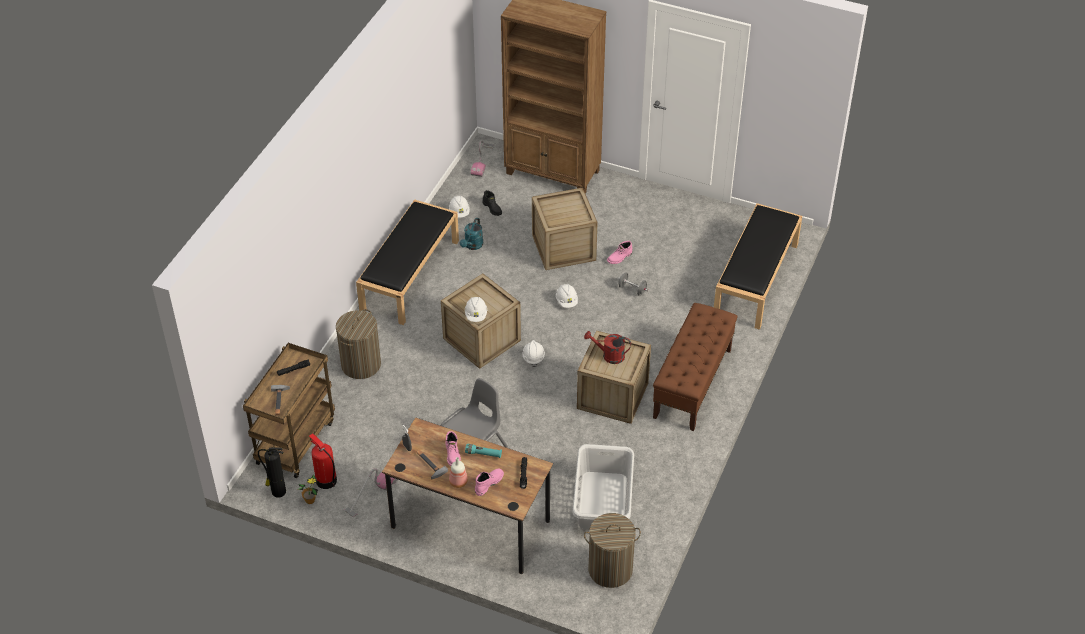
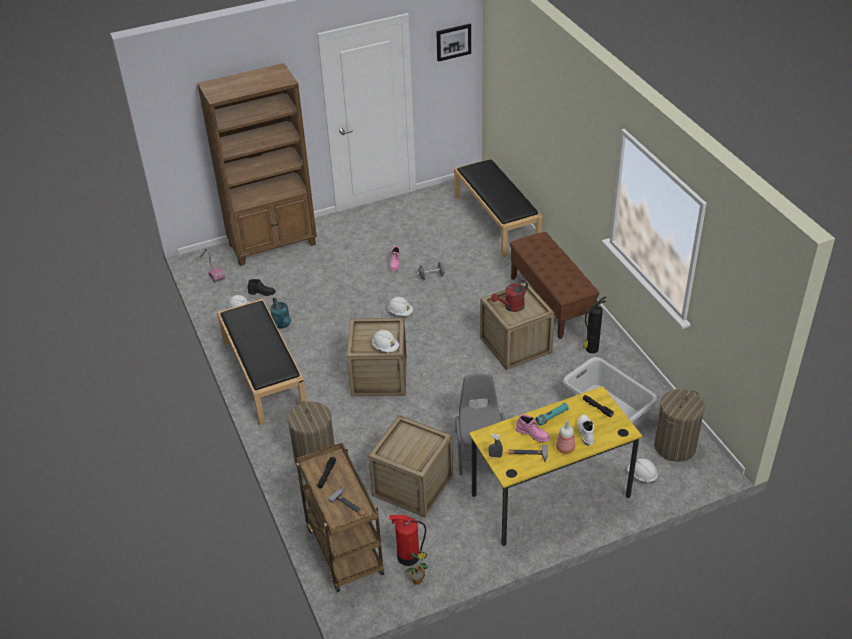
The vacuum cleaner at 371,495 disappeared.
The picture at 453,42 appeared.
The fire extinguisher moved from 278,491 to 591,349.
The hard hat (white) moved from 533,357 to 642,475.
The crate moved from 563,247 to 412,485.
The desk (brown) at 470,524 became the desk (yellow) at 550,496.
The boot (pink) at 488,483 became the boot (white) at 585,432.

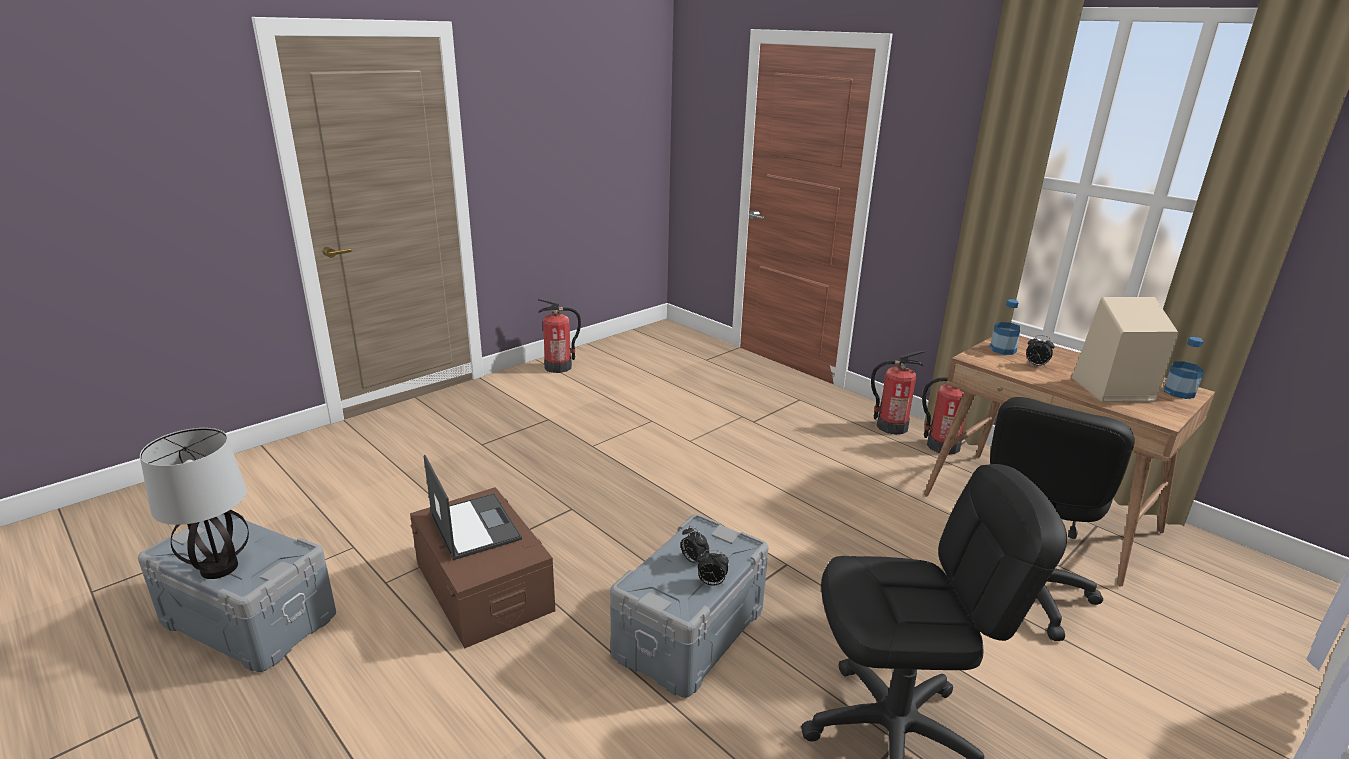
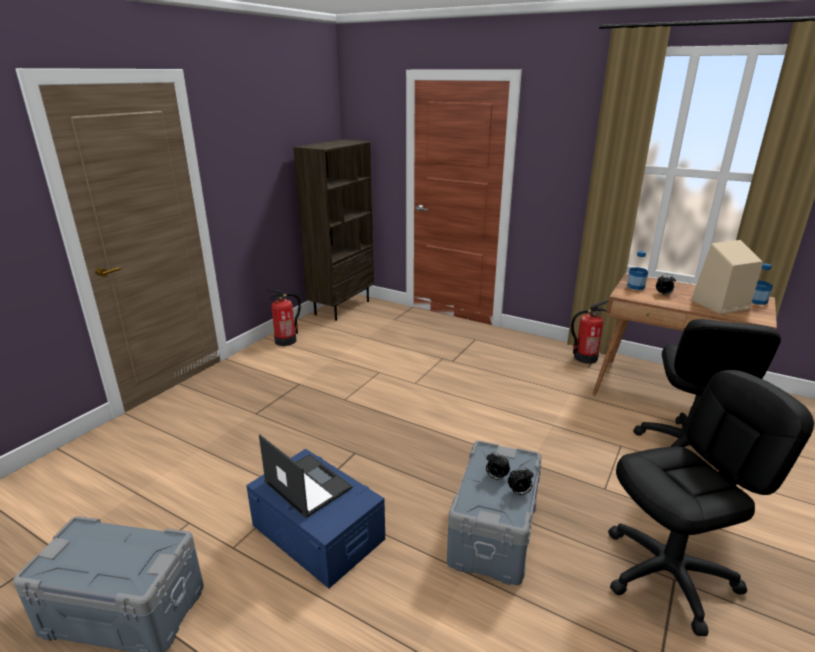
The table lamp at 220,567 disappeared.
The fire extinguisher at 891,426 disappeared.
The bookcase (brown) at 342,307 appeared.
The storage box (brown) at 483,586 became the storage box (blue) at 317,532.

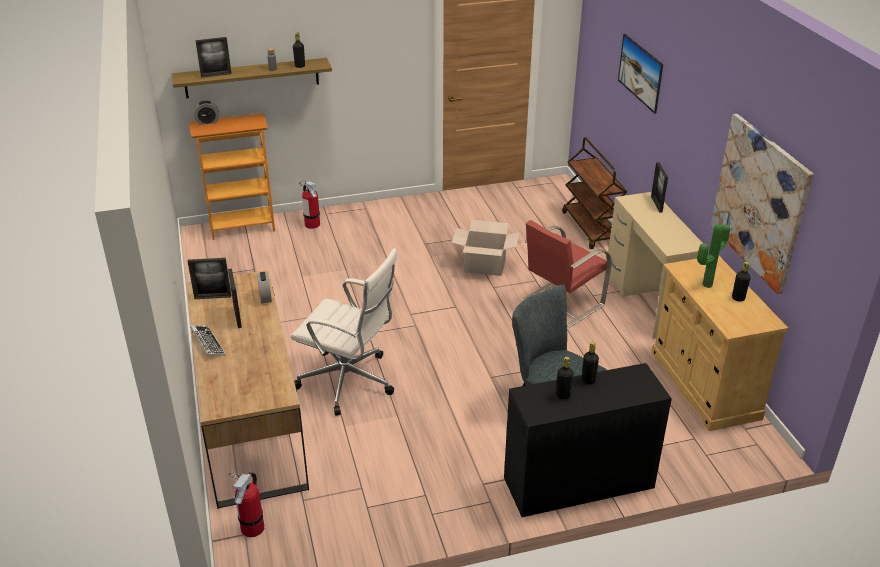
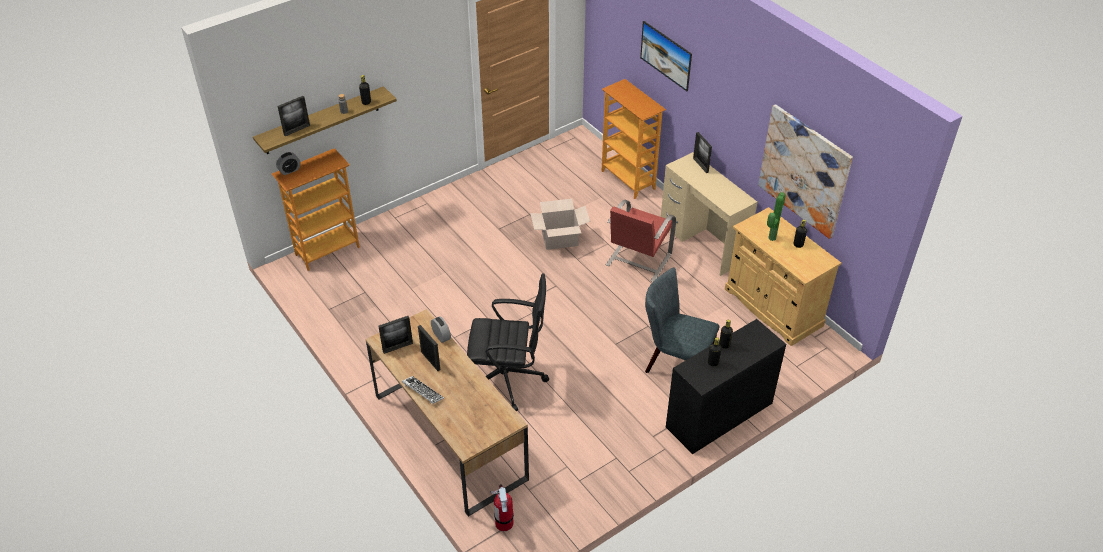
The fire extinguisher at 312,224 disappeared.
The cart (brown) at 591,229 was replaced by the bookcase at 628,179.
The office chair (white) at 349,382 became the office chair (black) at 508,379.

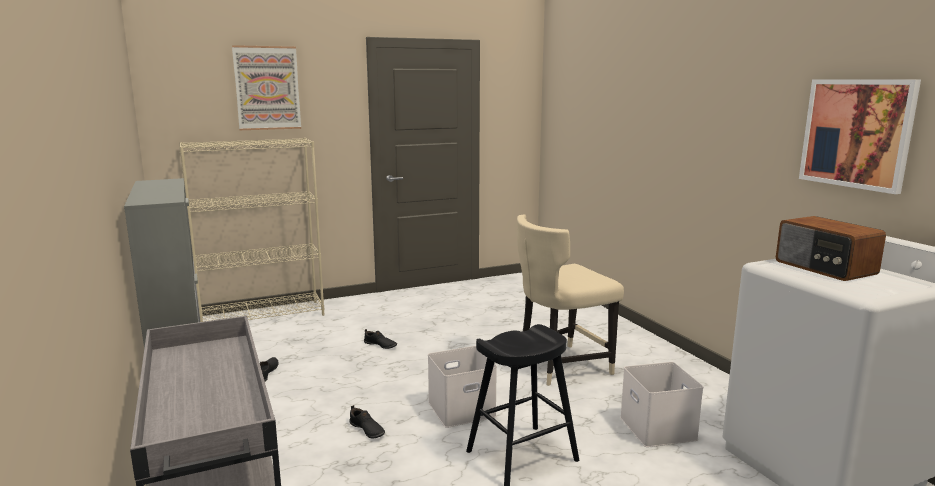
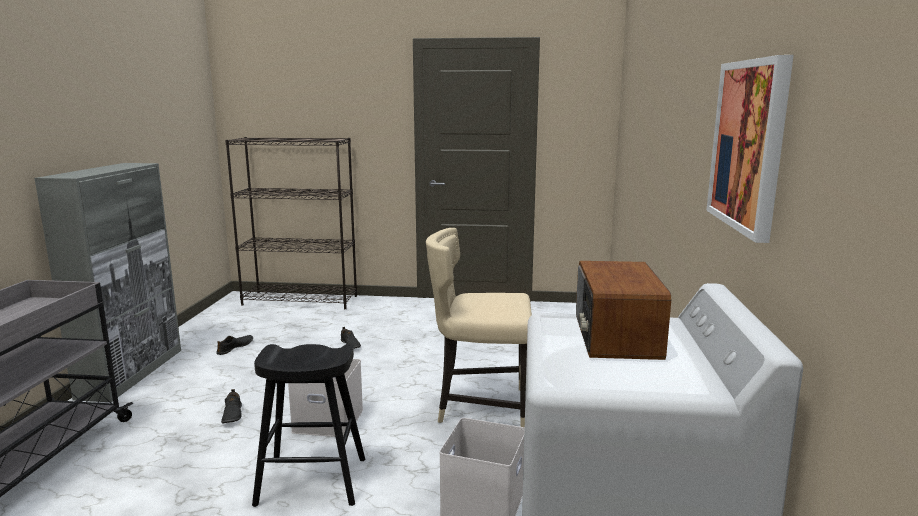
The picture at 267,88 disappeared.
The bookcase (beige) at 263,316 became the bookcase (black) at 301,300.

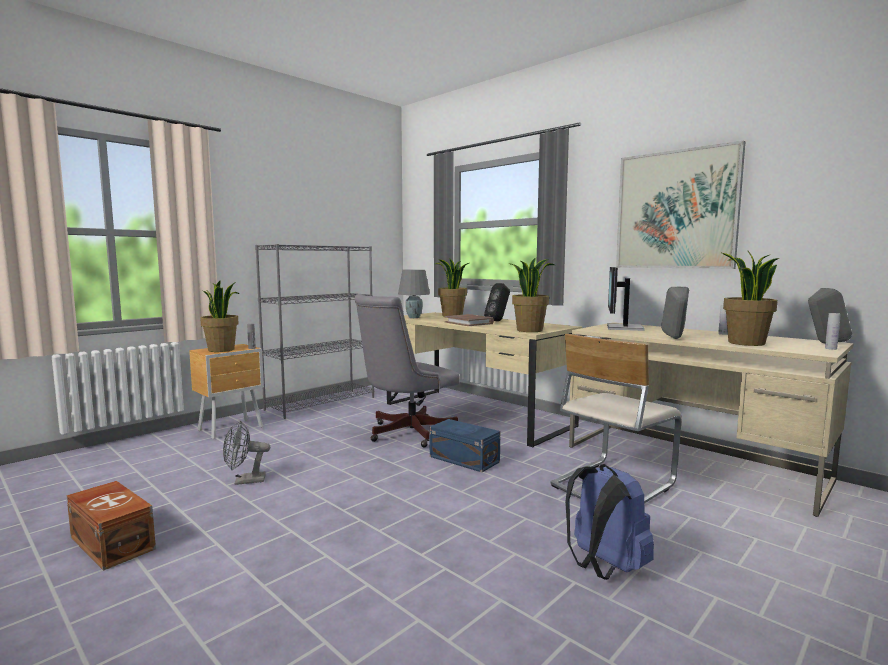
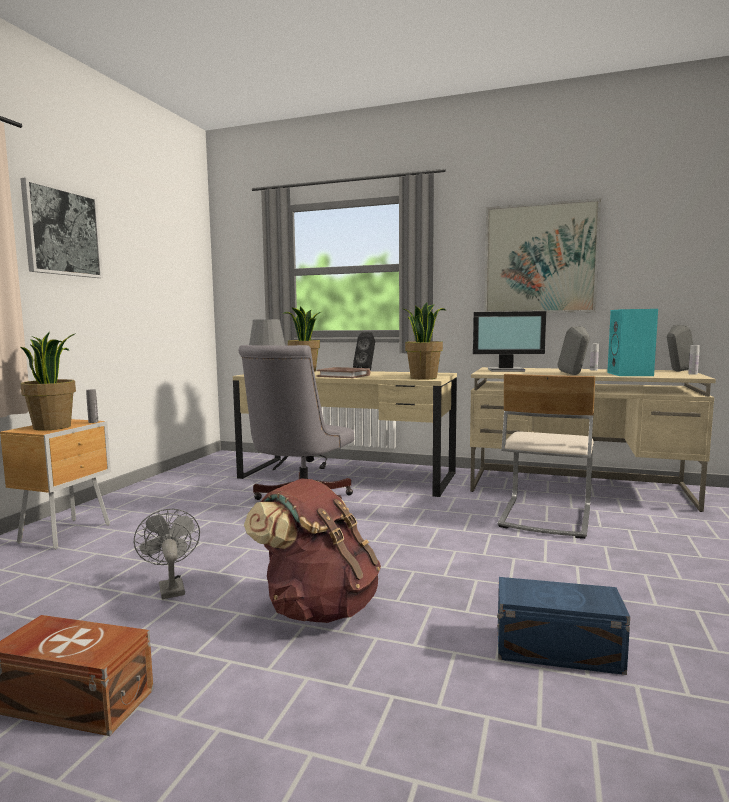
The bookcase (grey) at 321,403 disappeared.
The backpack (blue) at 604,567 disappeared.
The picture at 62,232 appeared.
The backpack (brown) at 318,608 appeared.
The storage box (blue) moved from 464,459 to 559,650.
The potted plant at 745,343 was replaced by the speaker (turquoise) at 631,374.
The fan (grey) at 244,481 turned 105 degrees clockwise.
The monitor at 623,328 turned 75 degrees counterclockwise.

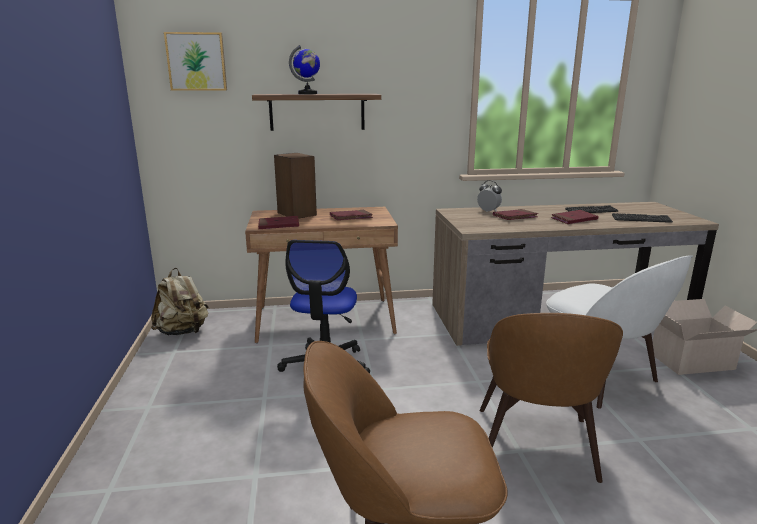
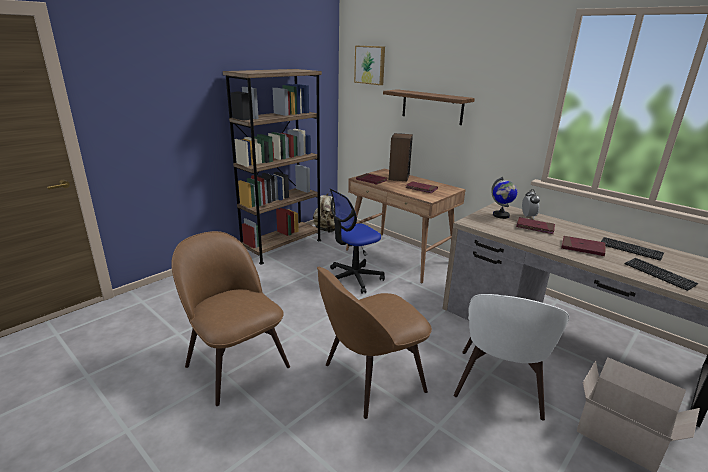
The bookcase (brown) at 282,246 appeared.
The globe moved from 307,94 to 501,215.

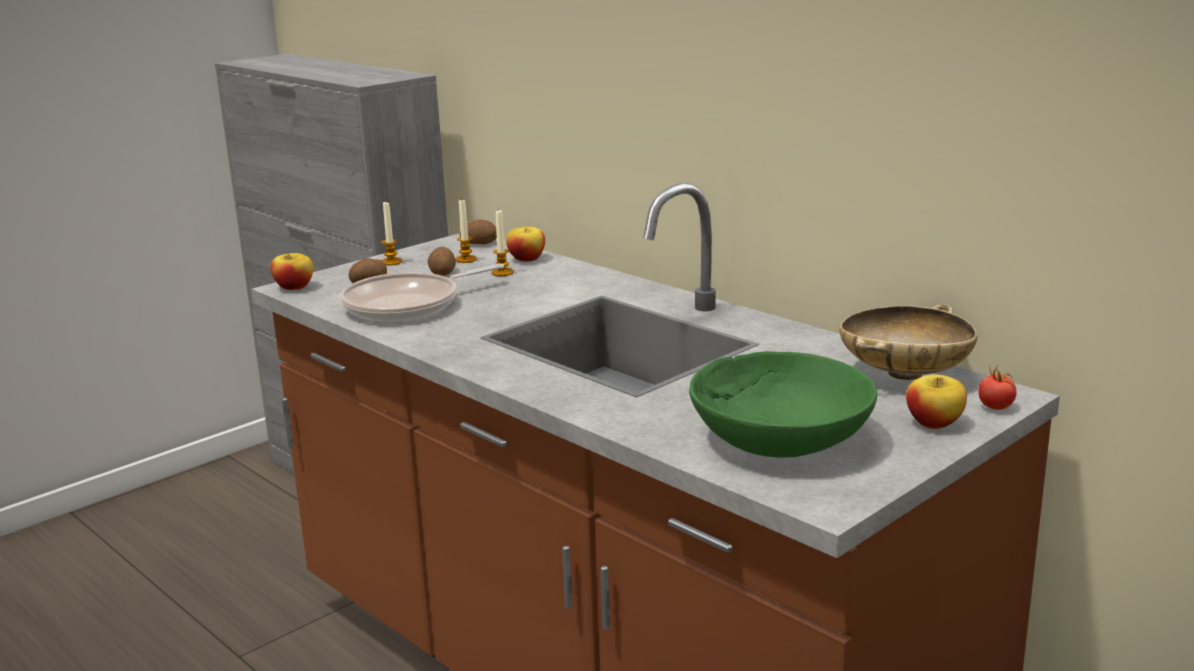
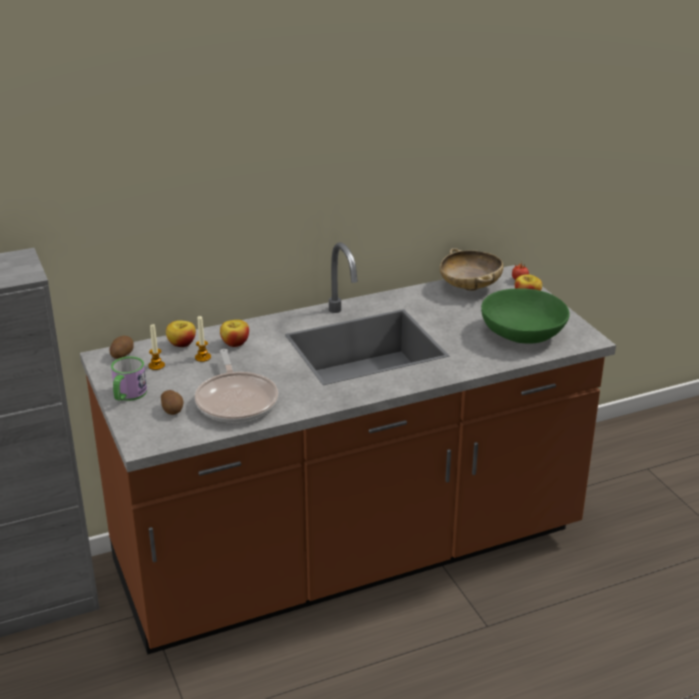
The potato at 442,273 disappeared.
The apple moved from 294,287 to 235,343.
The candle at 391,262 was replaced by the mug at 127,395.

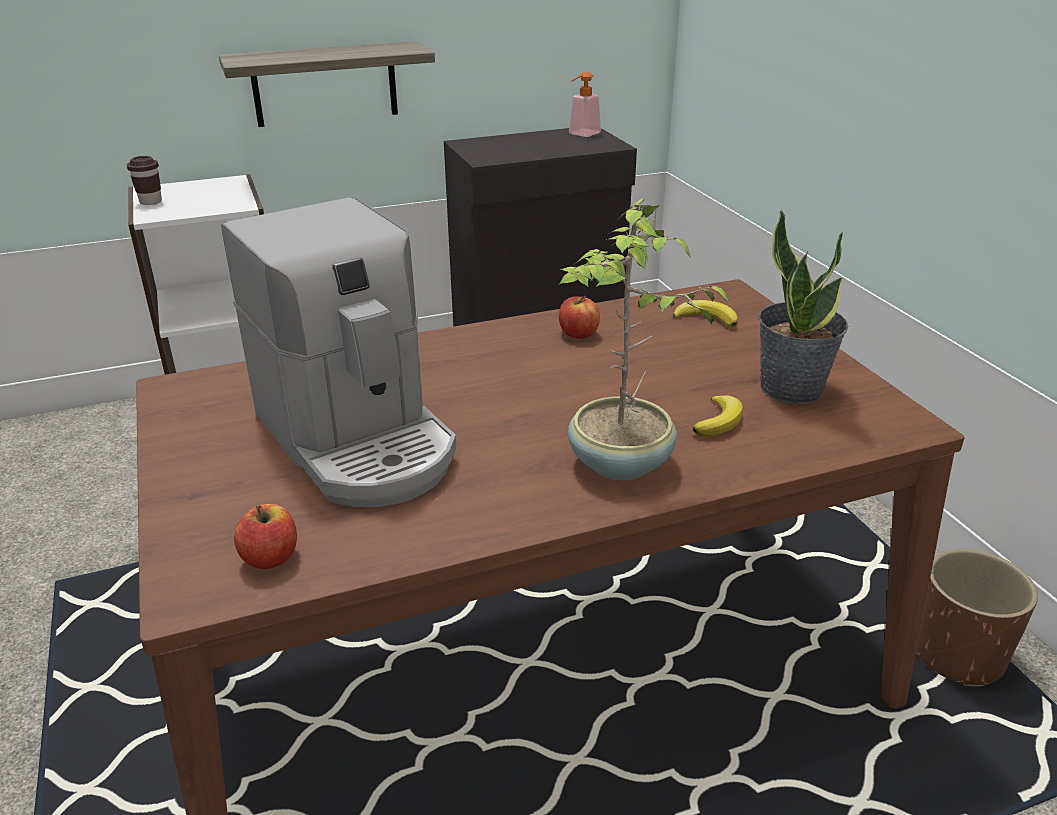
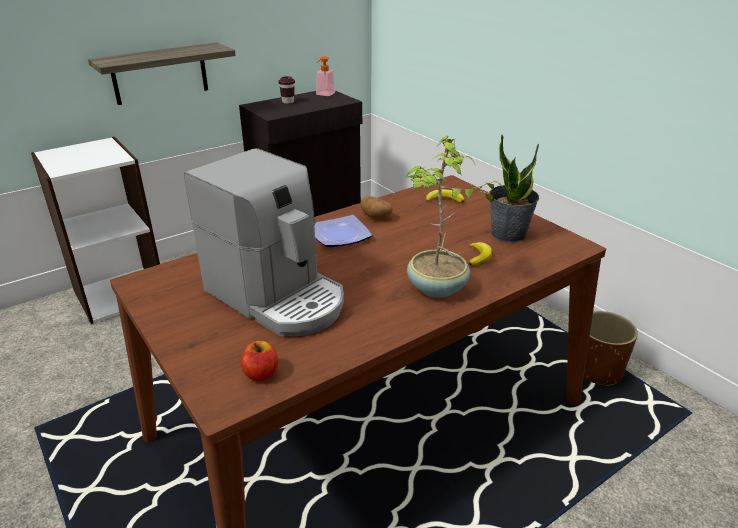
The plate at 340,234 appeared.
The cup (brown) moved from 151,201 to 288,102.
The apple at 578,334 was replaced by the potato at 376,217.

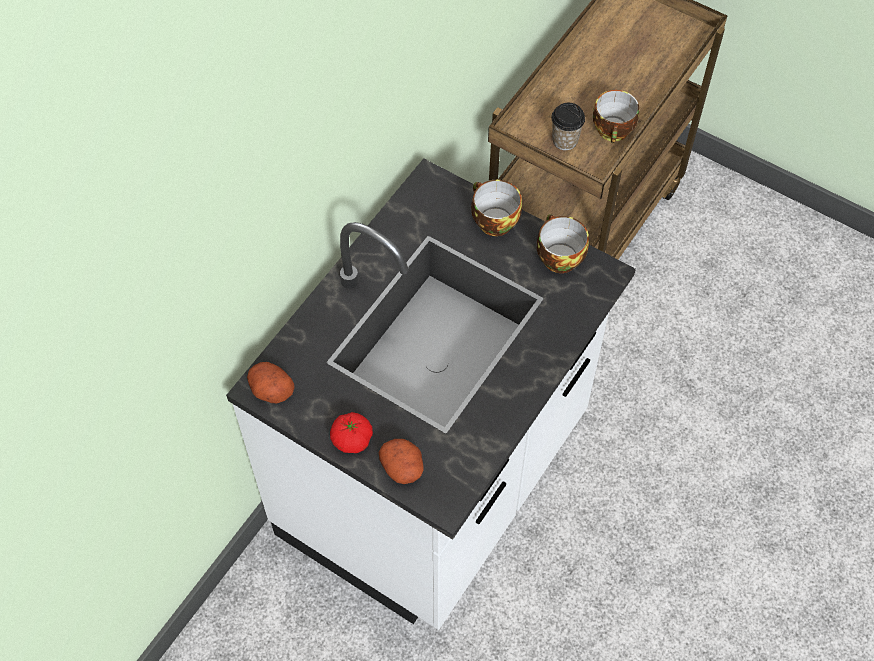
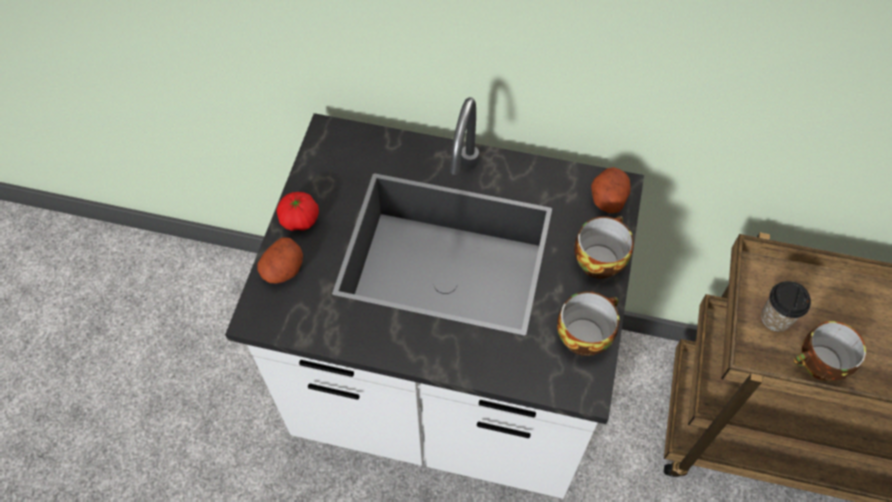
The potato moved from 270,389 to 608,197.

